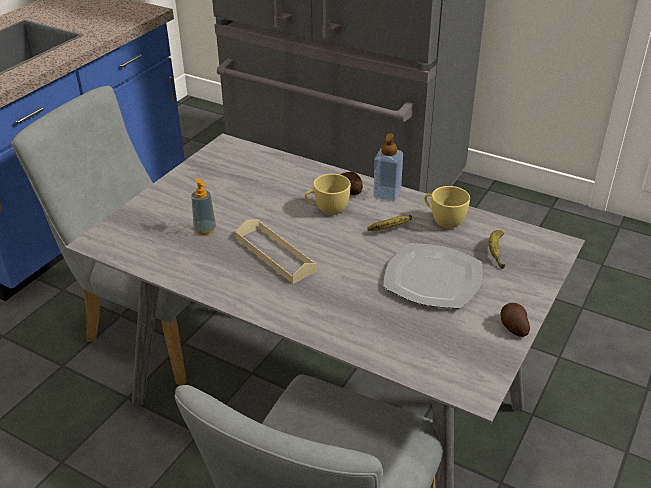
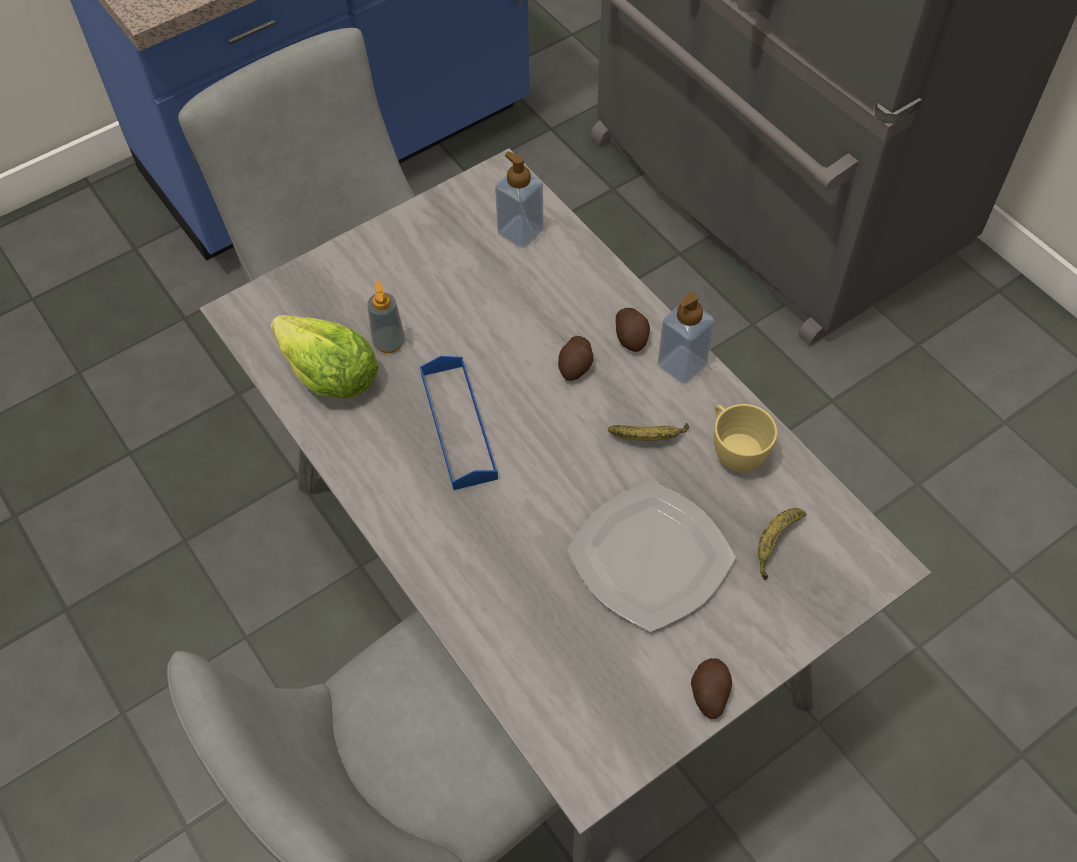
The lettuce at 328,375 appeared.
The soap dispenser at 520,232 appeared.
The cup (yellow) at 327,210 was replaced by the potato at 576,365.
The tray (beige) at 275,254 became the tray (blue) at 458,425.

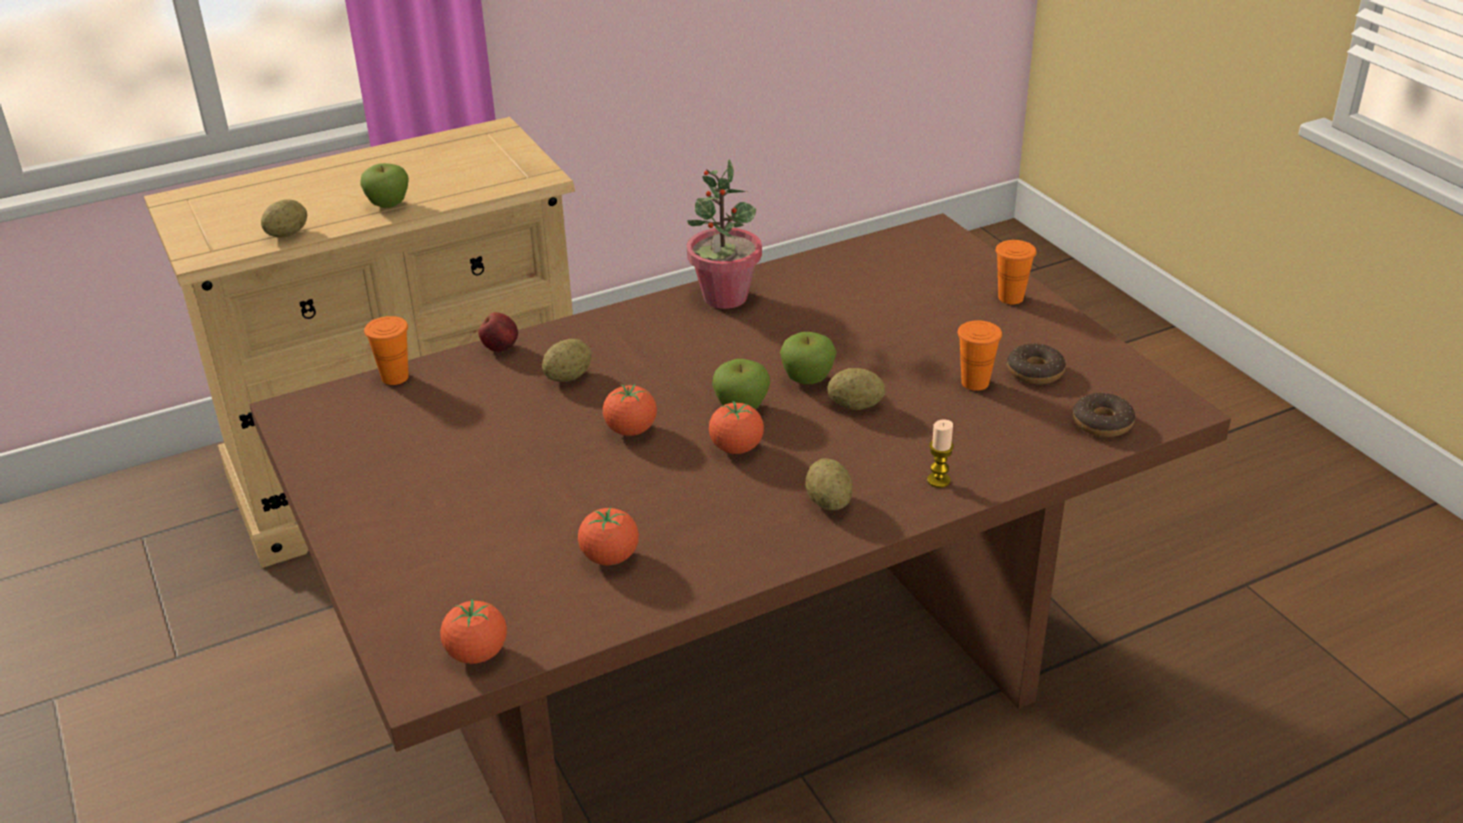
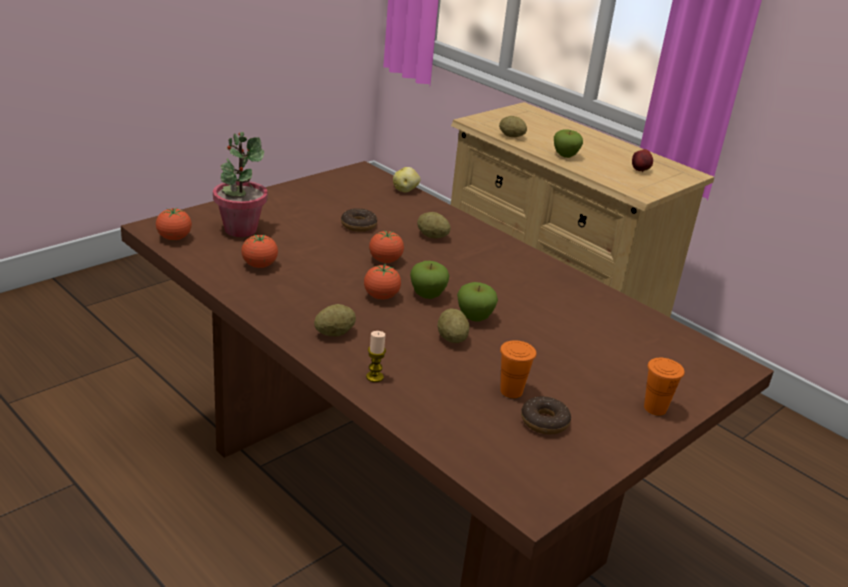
The apple moved from 501,348 to 640,170.
The potted plant moved from 724,297 to 240,229.
The donut moved from 1102,423 to 358,225.
The cup (orange) at 395,377 was replaced by the potato at 405,190.

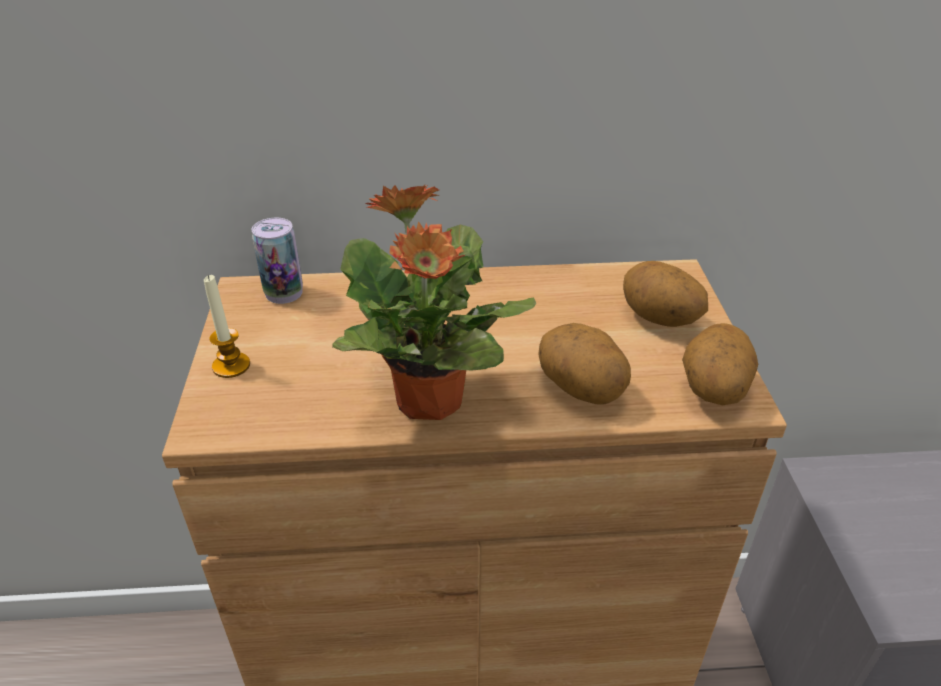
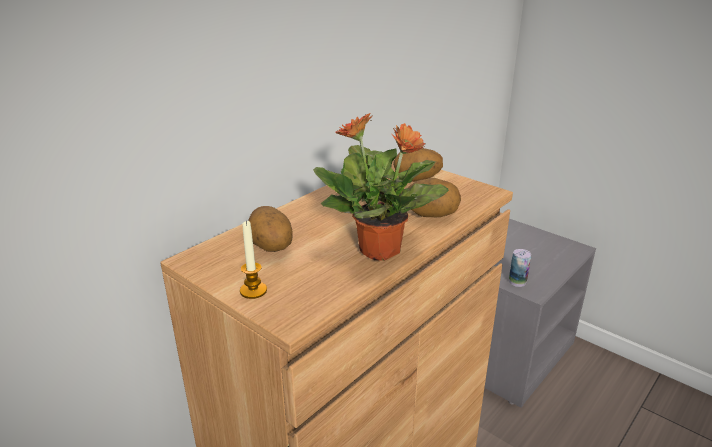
The can moved from 284,293 to 517,282.
The potato moved from 712,390 to 270,248.

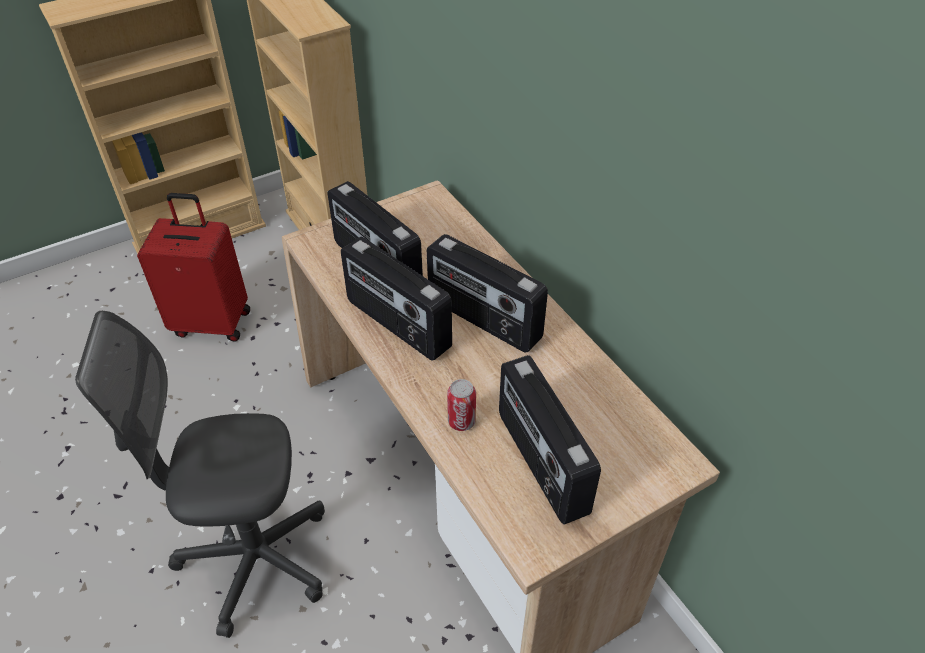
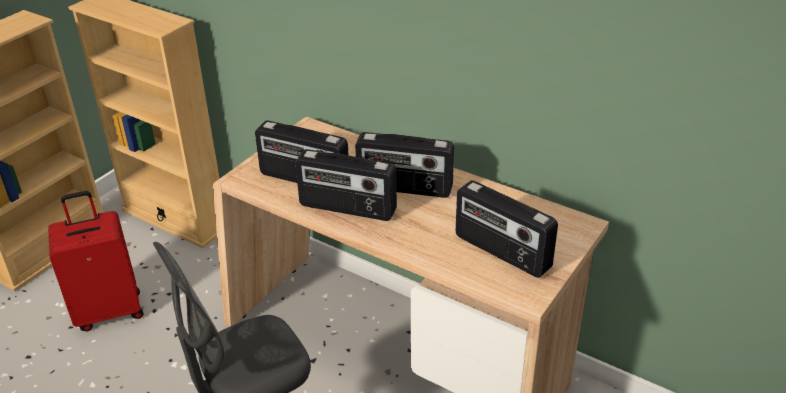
The can at 461,421 disappeared.

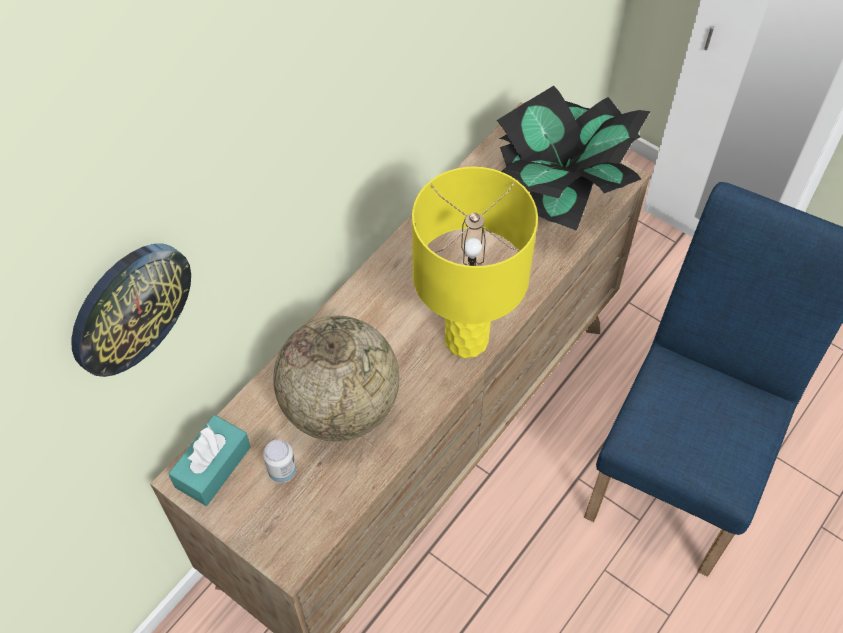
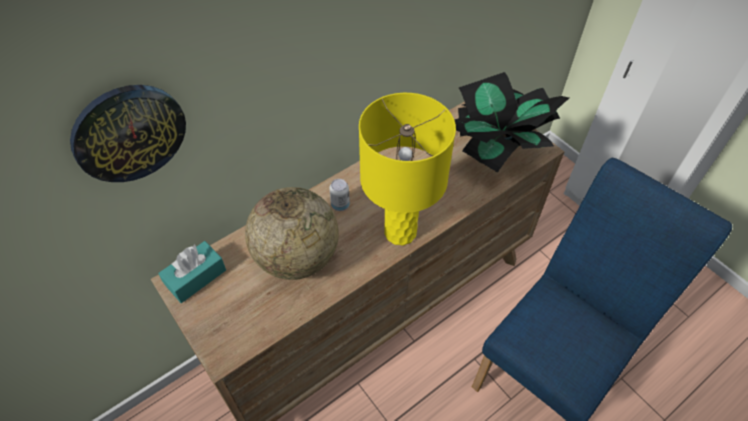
The can moved from 282,471 to 340,205.

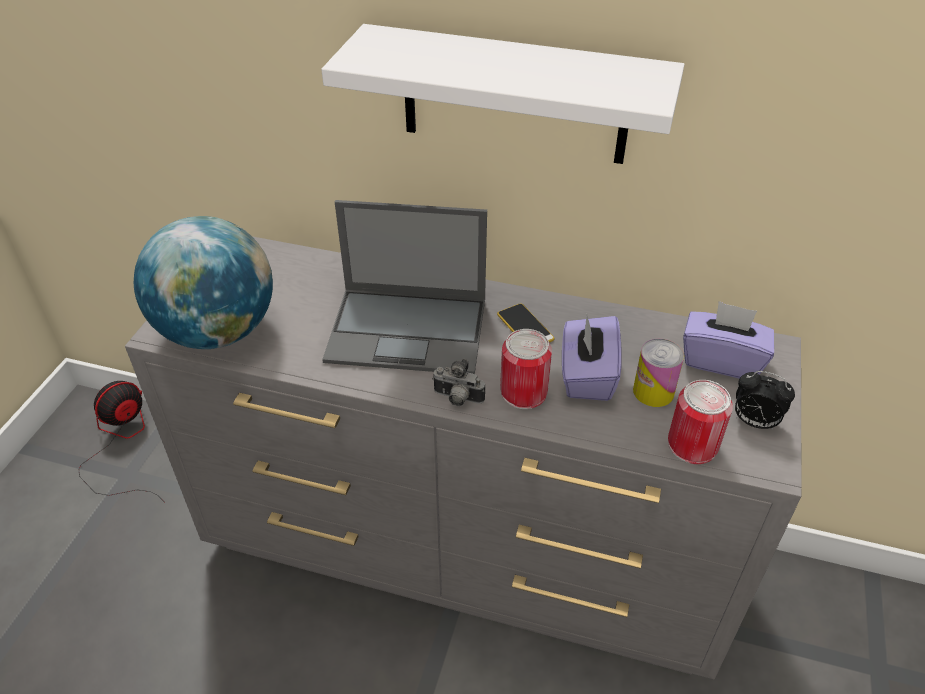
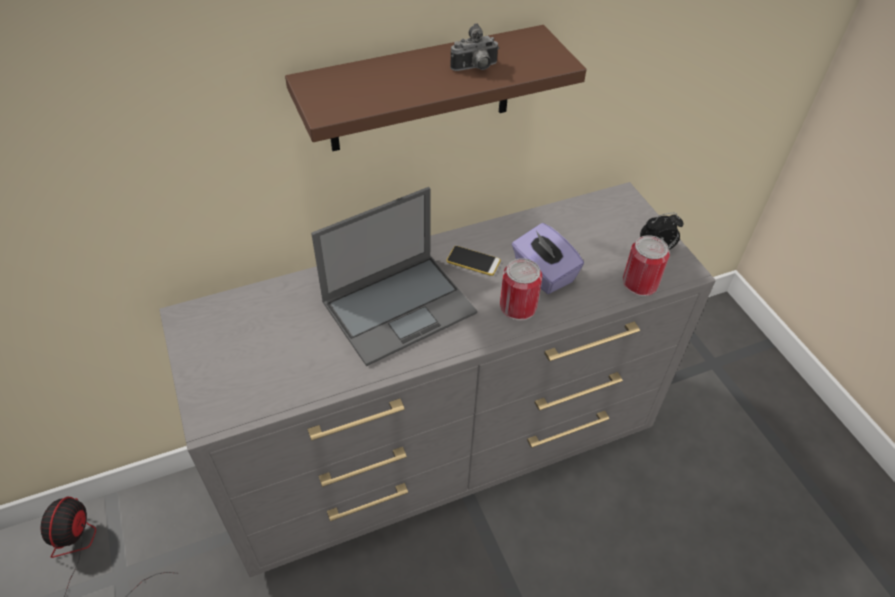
The globe at 218,331 disappeared.
The can at 653,392 disappeared.
The tissue box (purple) at 721,360 disappeared.
The photo camera moved from 457,399 to 475,69.
The shelf (white) at 514,96 became the shelf (brown) at 421,90.

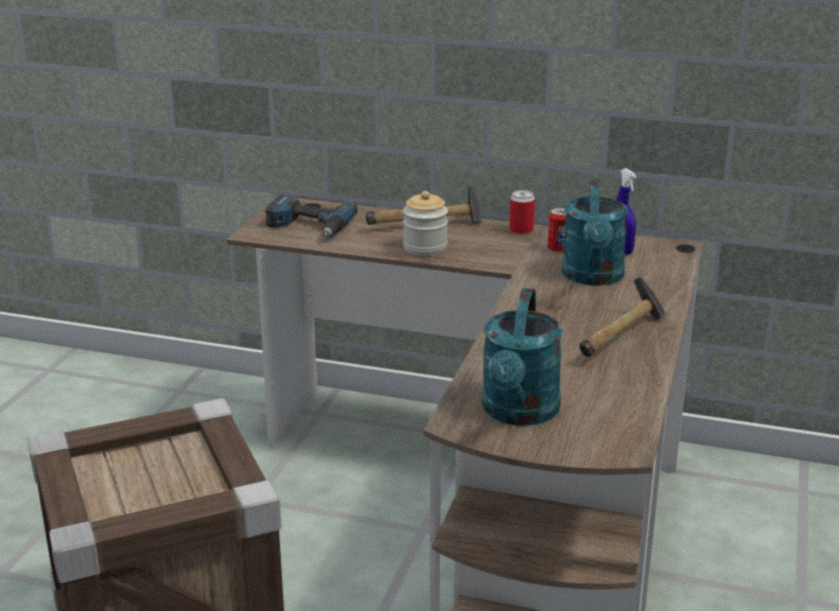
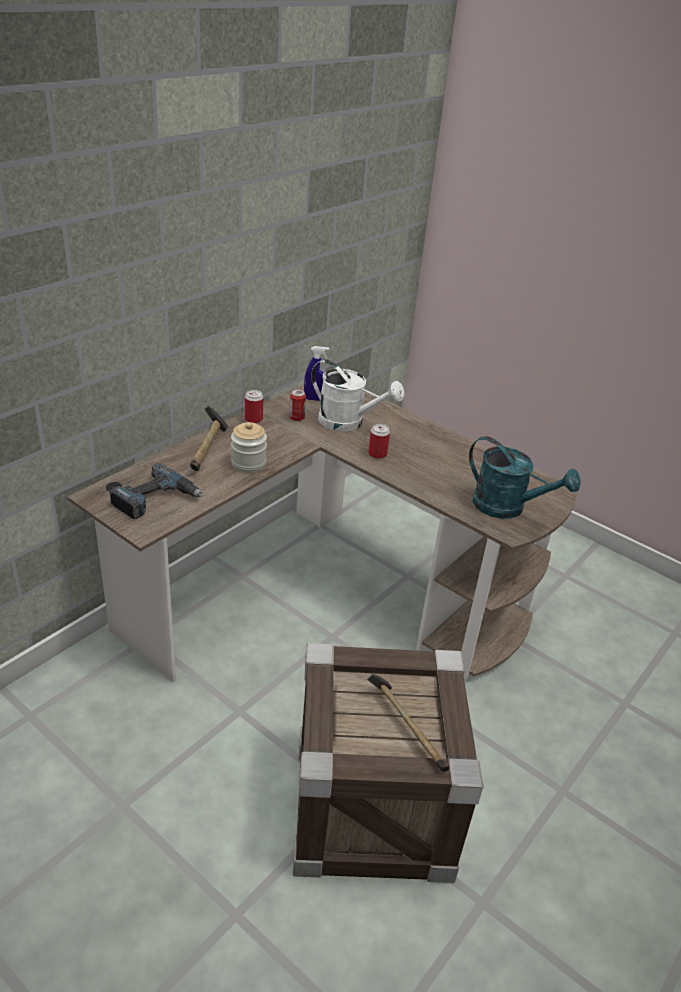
The can at 377,454 appeared.
The hammer moved from 622,337 to 405,728.
The watering can (turquoise) at 593,278 became the watering can (white) at 349,423.

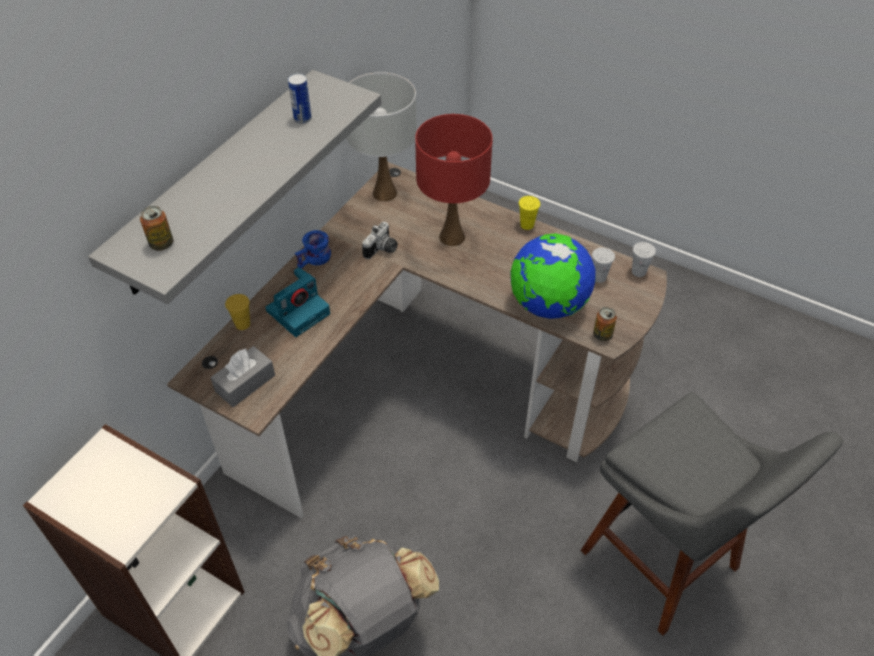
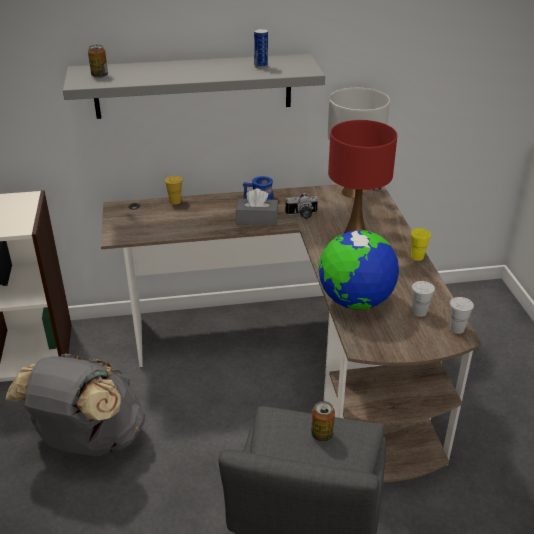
The photo camera at 298,311 disappeared.
The tissue box (grey) moved from 245,383 to 257,219.
The can moved from 602,335 to 322,434.

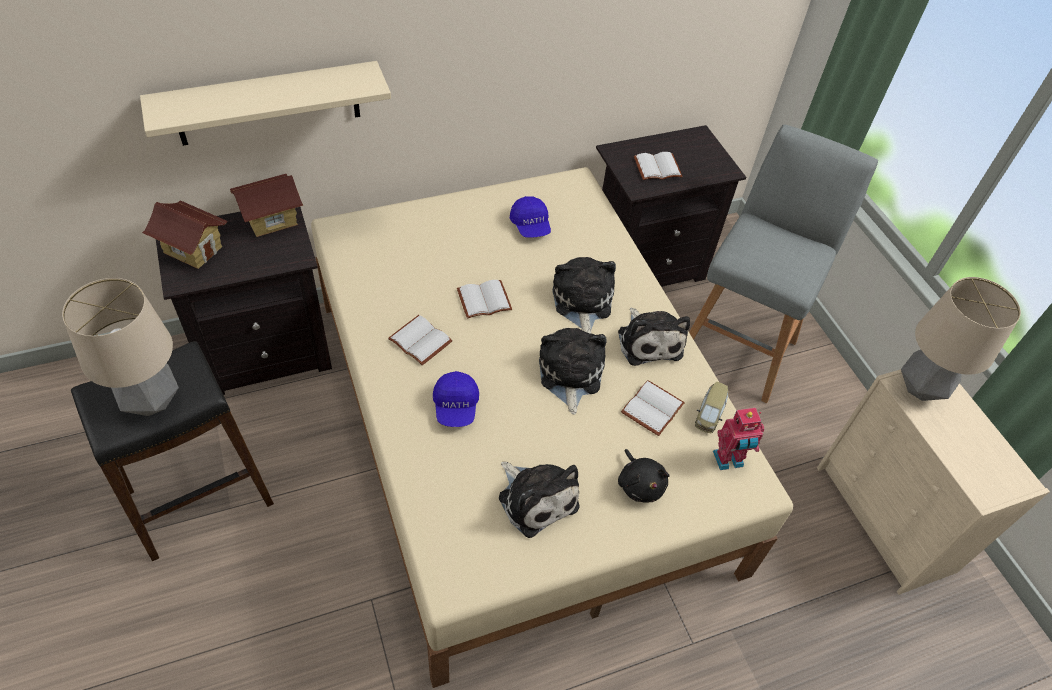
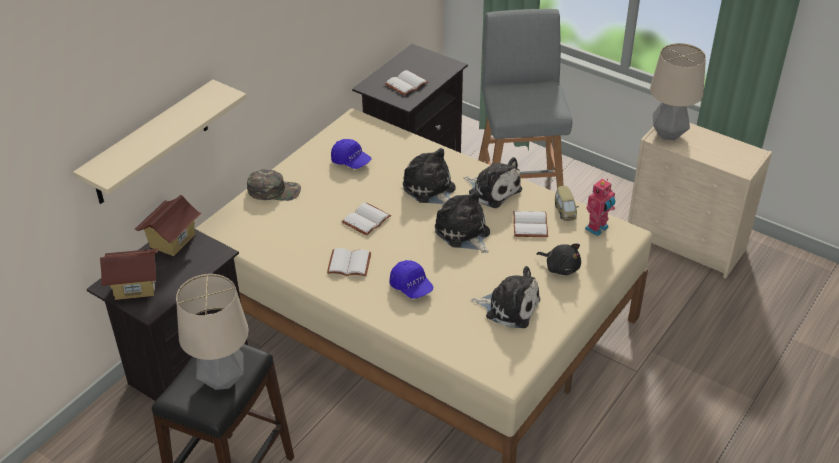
The cap (green) at 274,190 appeared.

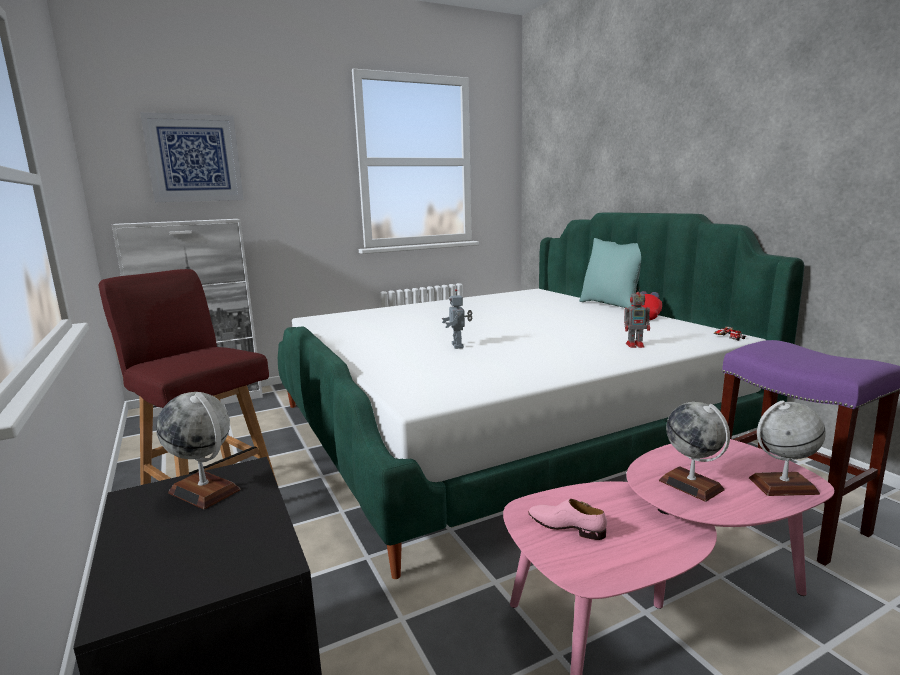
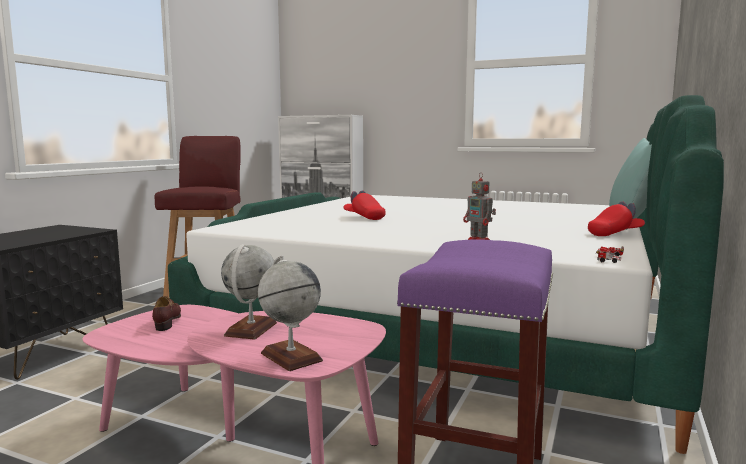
The picture at 194,158 disappeared.
The globe at 205,491 disappeared.
The toy robot at 458,346 was replaced by the cap (red) at 364,218.
The shoe (pink) at 566,527 became the shoe (brown) at 168,320.

